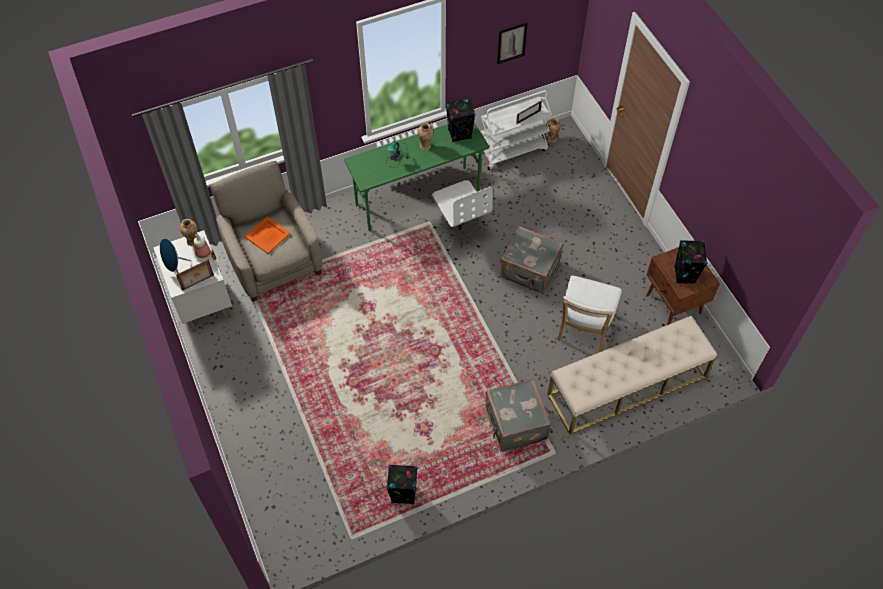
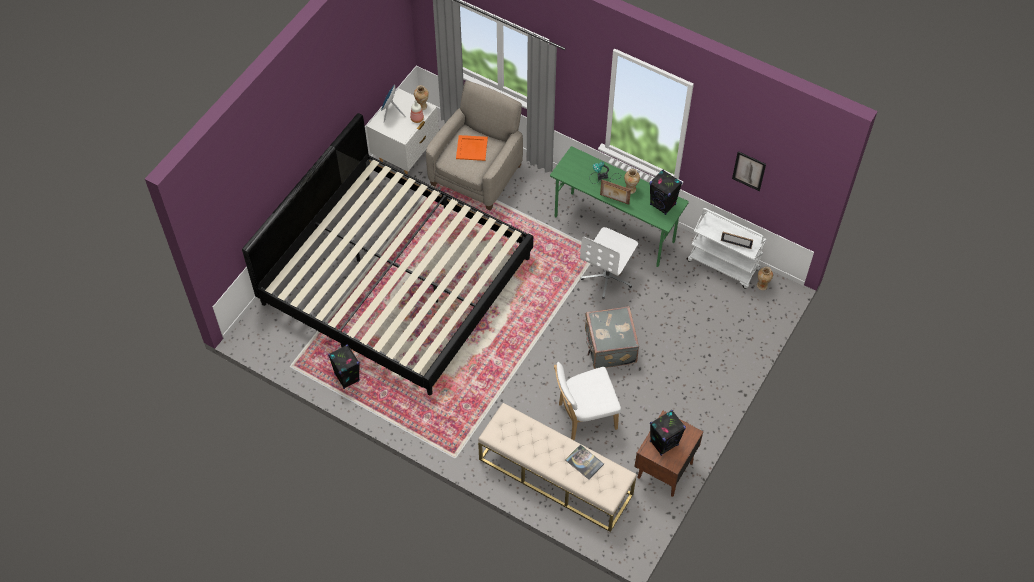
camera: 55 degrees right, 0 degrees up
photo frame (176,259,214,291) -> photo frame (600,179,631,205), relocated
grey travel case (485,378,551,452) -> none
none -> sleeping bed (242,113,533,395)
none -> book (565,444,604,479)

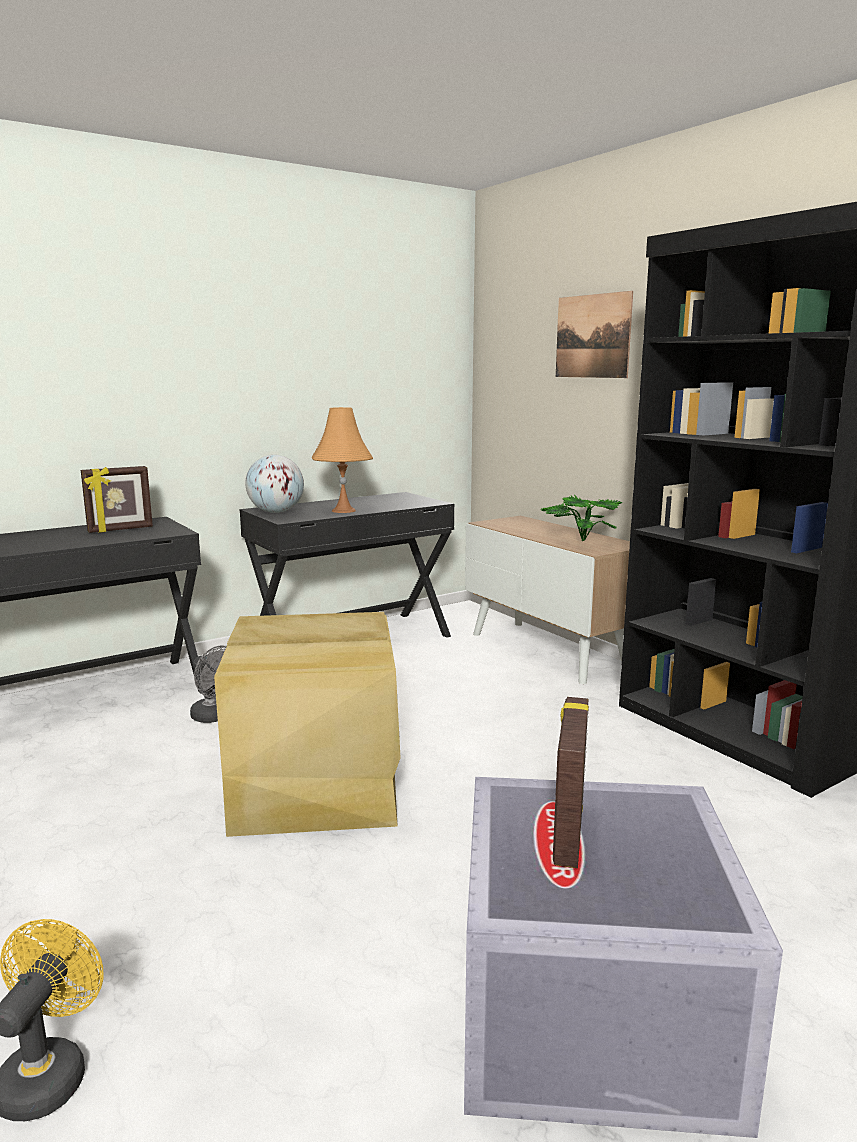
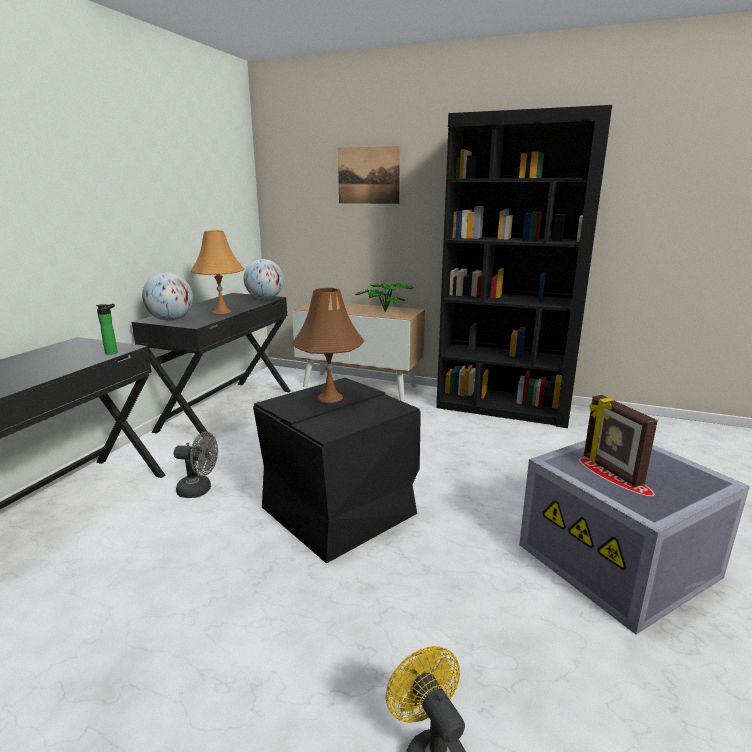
camera: 35 degrees left, 5 degrees up
photo frame (81,466,153,533) -> none
beige-coloured storage box (214,612,401,837) -> black storage box (253,378,421,564)
none -> globe (244,259,284,299)
none -> brown tabletop lamp (292,288,365,403)
none -> beverage bottle (96,304,118,355)

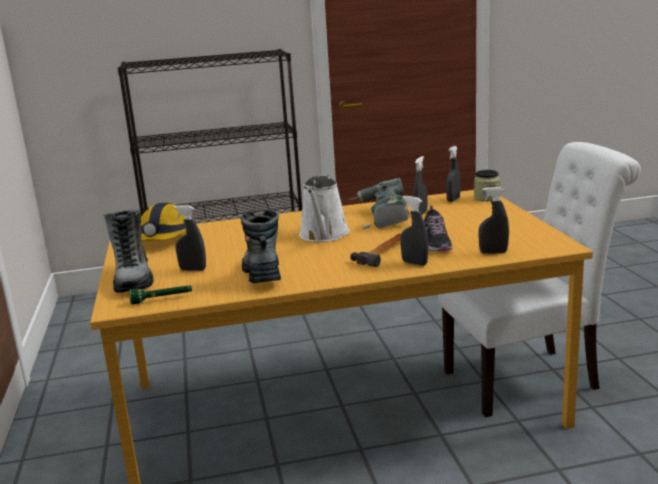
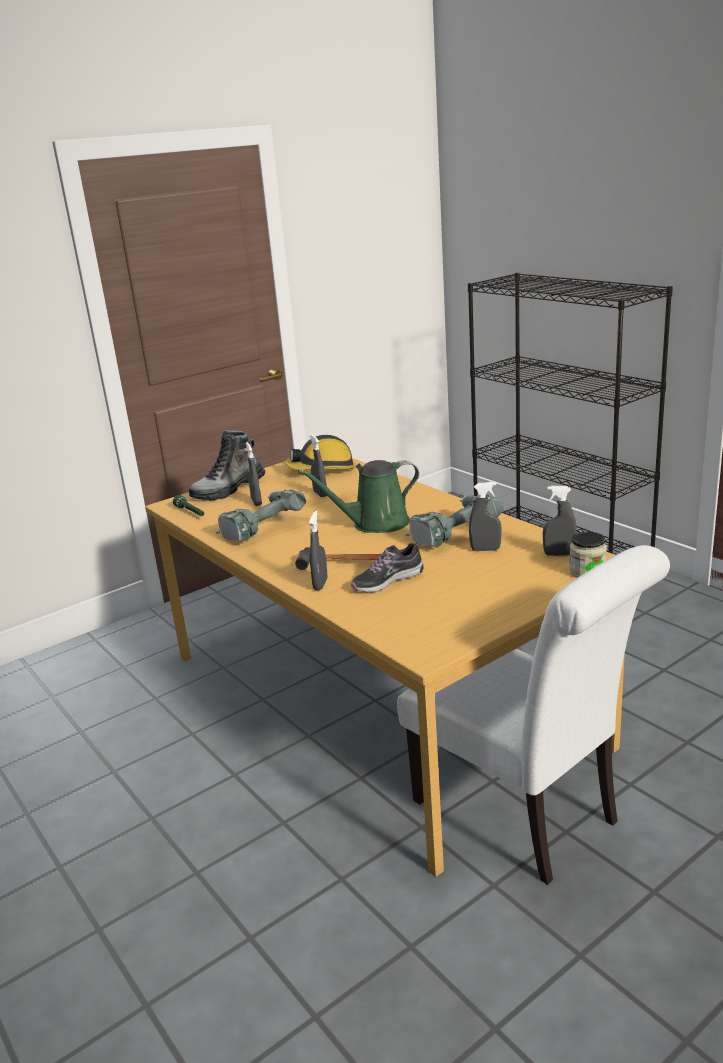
camera: 65 degrees right, 5 degrees up
white-coloured watering can (299,174,350,242) -> green-coloured watering can (298,460,419,533)
grey sprayer (478,187,509,254) -> grey sprayer (310,435,327,498), relocated
boot (241,210,281,283) -> drill (216,489,306,541)

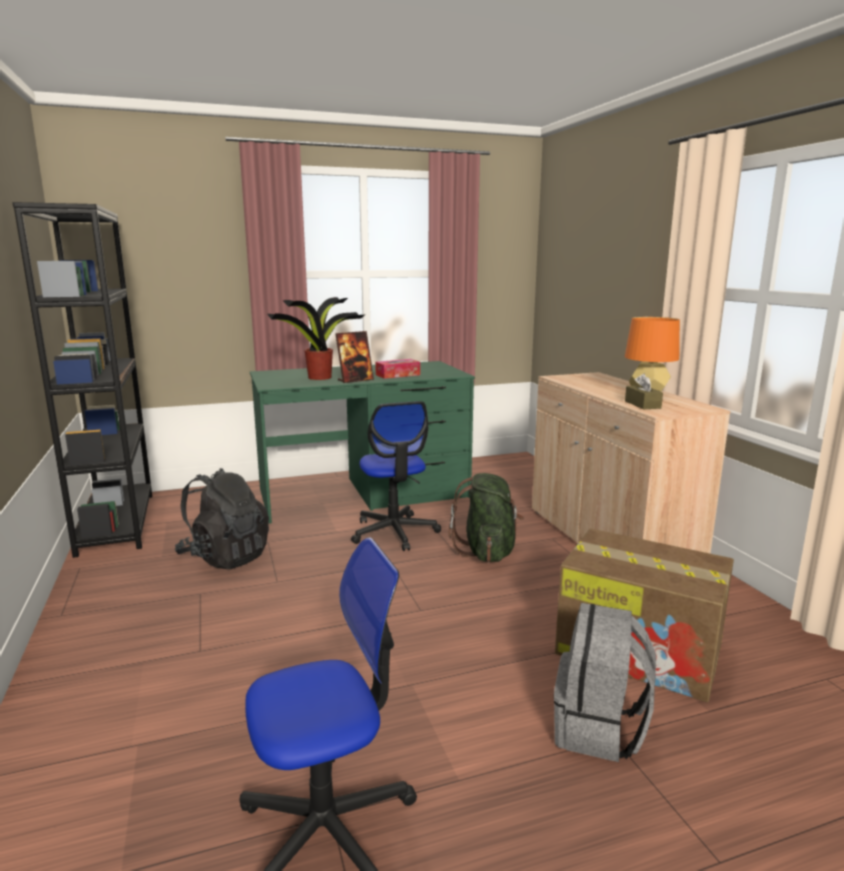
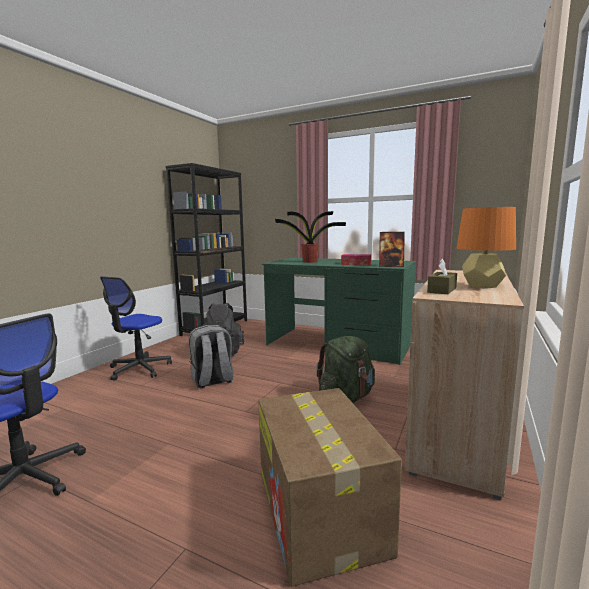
camera: 45 degrees right, 5 degrees down
photo frame (335,331,374,383) -> photo frame (379,232,405,267), relocated
office chair (351,401,441,551) -> office chair (100,276,172,381), relocated
grey knapsack (554,603,656,762) -> grey knapsack (189,325,234,388), relocated

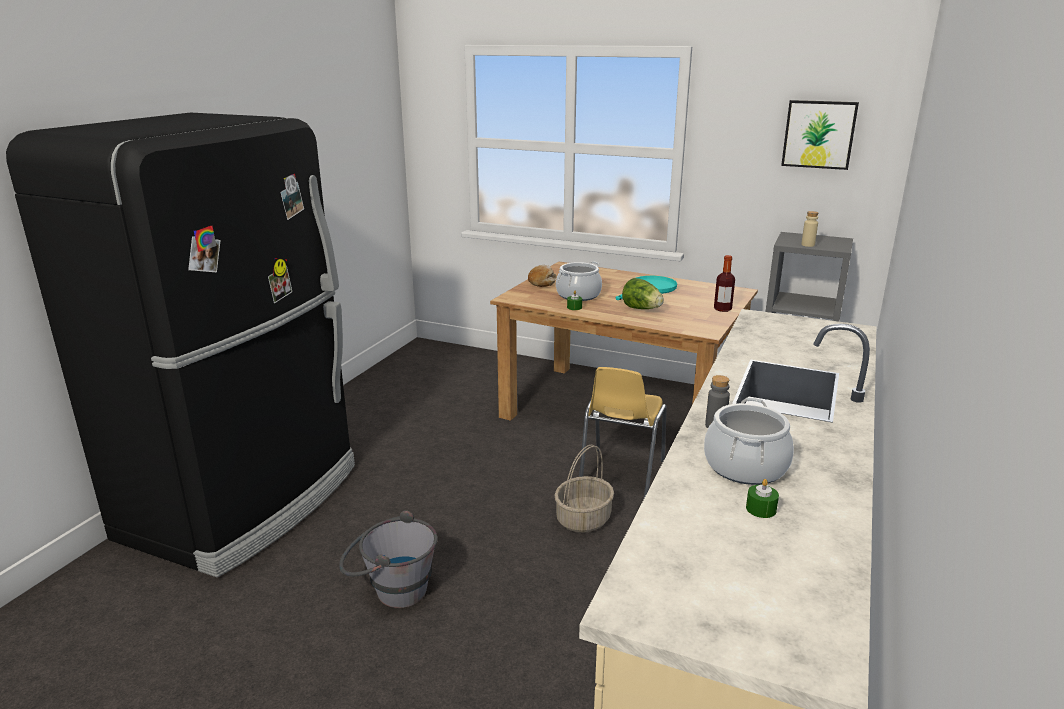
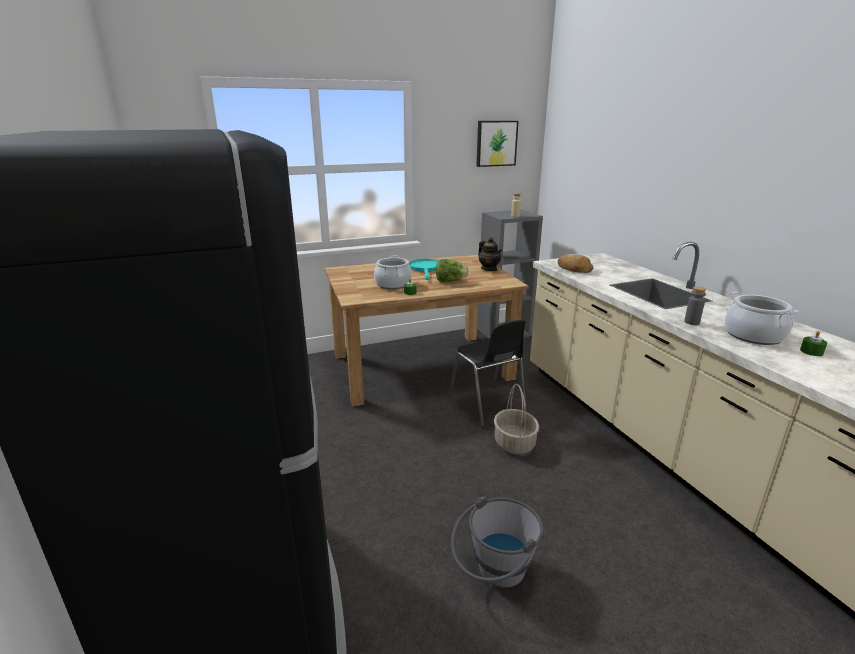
camera: 45 degrees left, 0 degrees up
beverage bottle (714,255,735,312) -> teapot (478,237,502,271)
baked bread (528,265,556,287) -> baked bread (558,254,593,273), relocated
yellow upright chair (579,367,667,498) -> black upright chair (449,320,527,427)

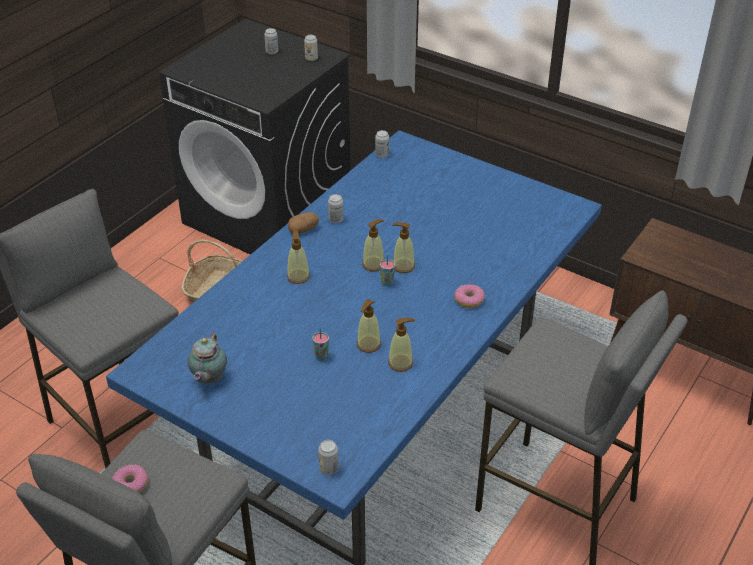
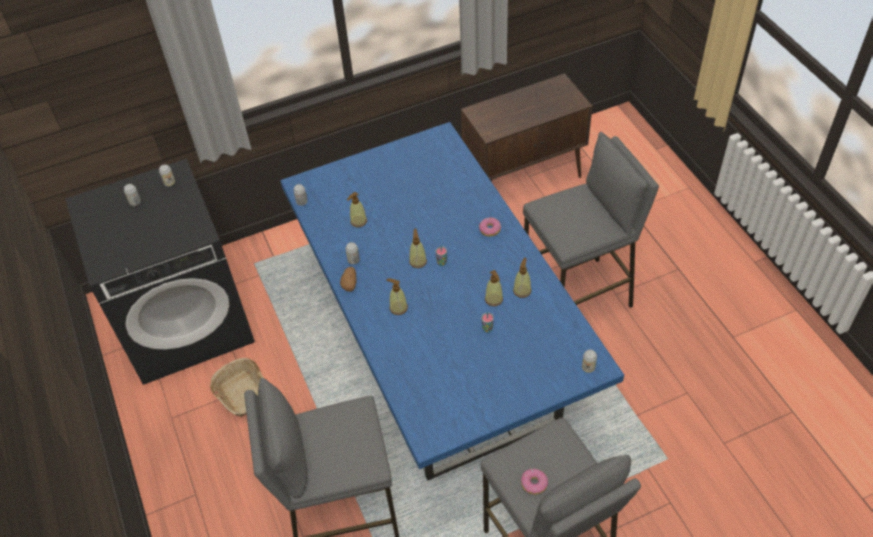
camera: 55 degrees left, 10 degrees up
liquid soap bottle (392,222,415,273) -> liquid soap bottle (347,192,367,227), relocated
teapot (188,331,227,383) -> none

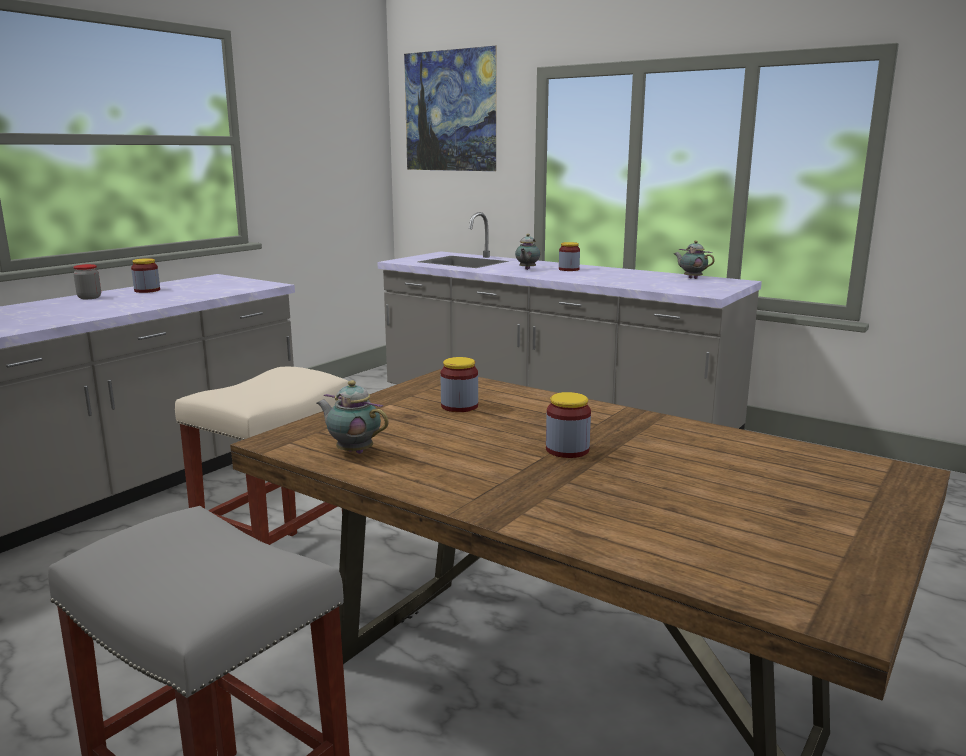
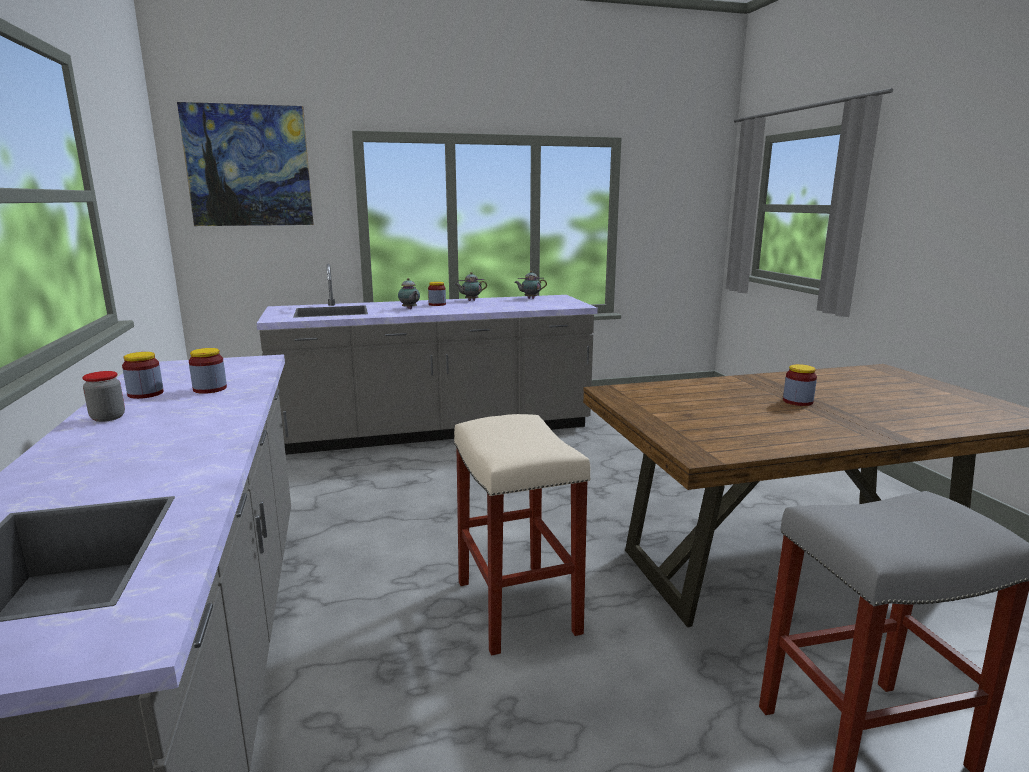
camera: 50 degrees left, 0 degrees up
jar (440,357,478,412) -> jar (189,348,227,394), relocated
teapot (317,380,389,454) -> teapot (454,272,487,301), relocated

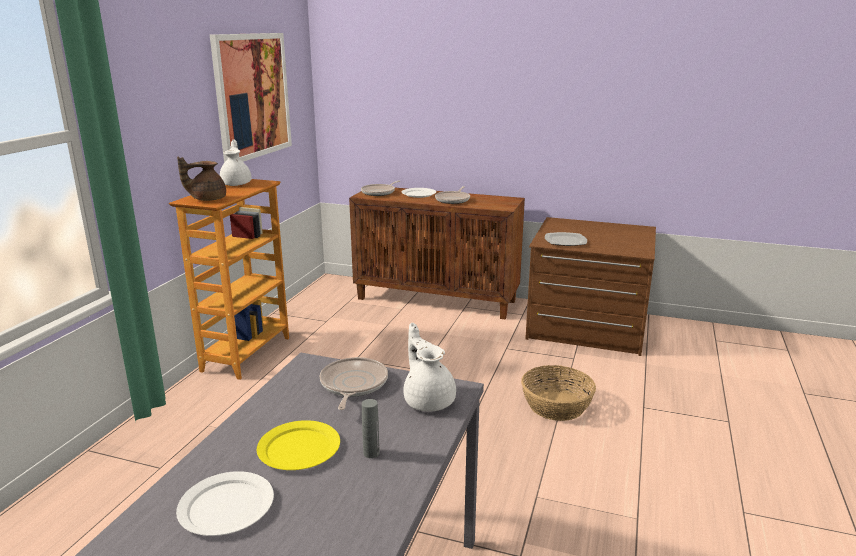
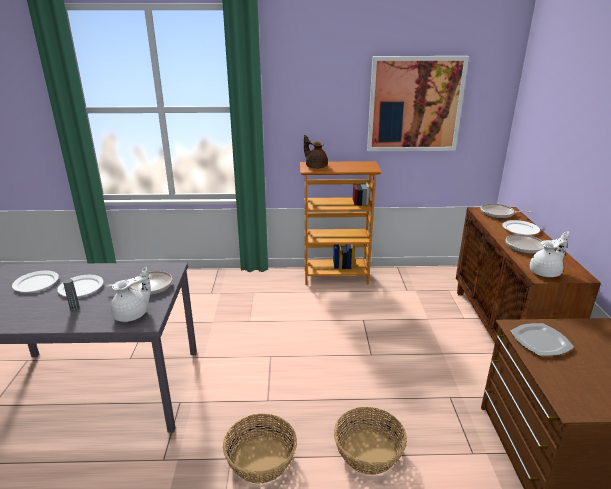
camera: 70 degrees right, 5 degrees up
white-coloured teapot (220,139,251,186) -> white-coloured teapot (530,231,569,277), relocated
yellow plate (257,420,340,470) -> white-coloured plate (57,275,103,297)
none -> household basket (223,414,297,484)

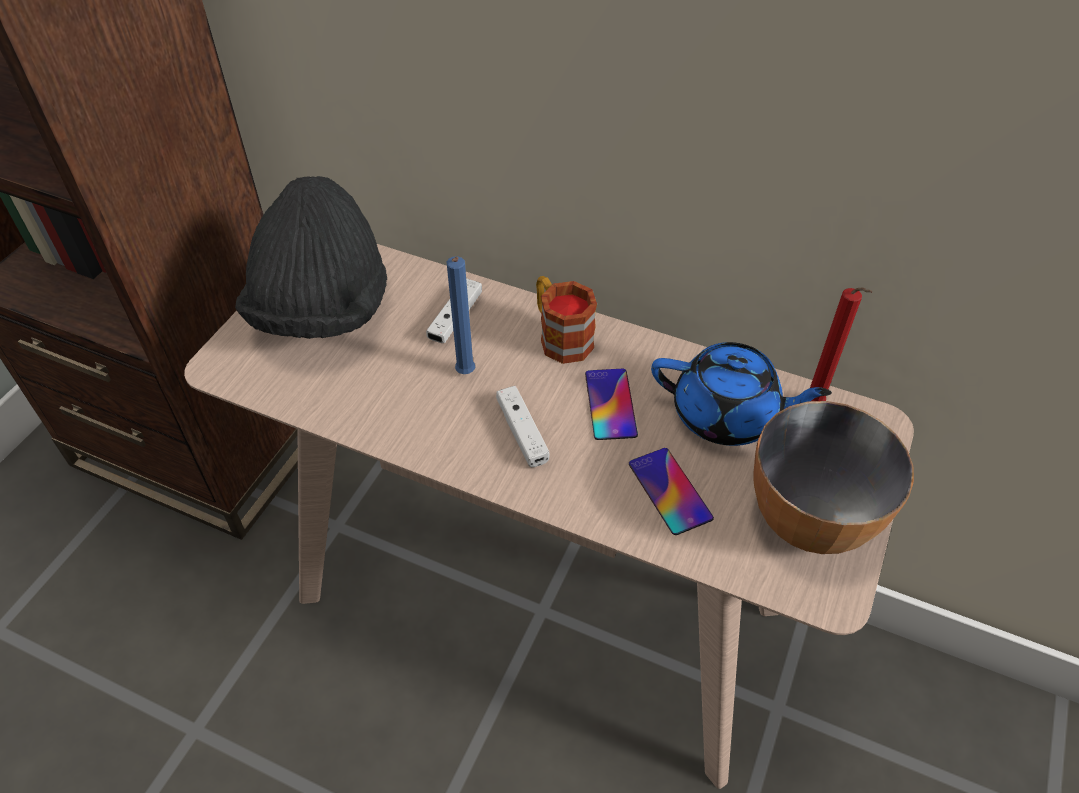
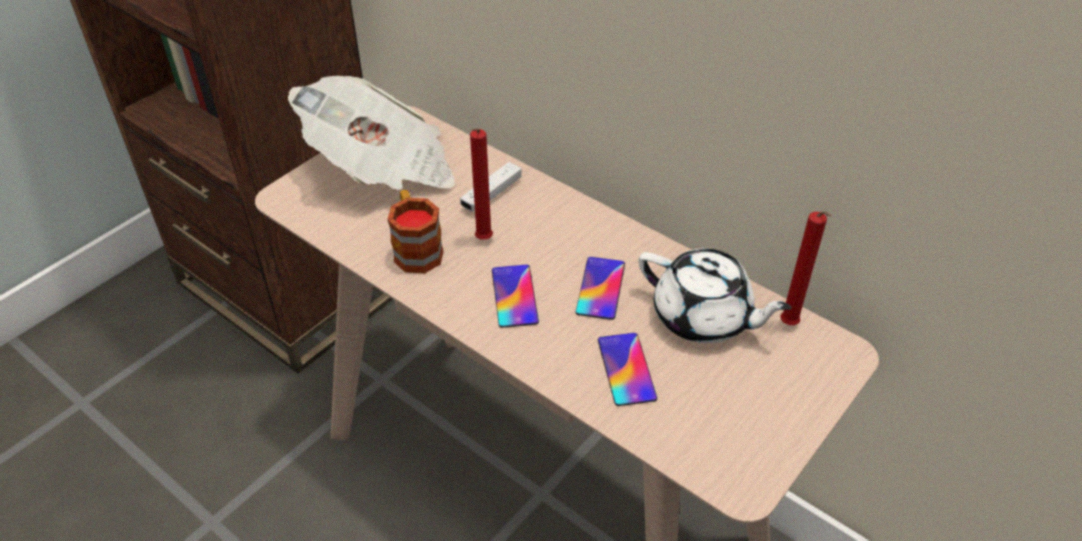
camera: 15 degrees right, 5 degrees down
black wearable hat (235,176,387,339) -> newspaper (288,76,455,190)
blue wax light (447,256,475,374) -> reddish wax light (470,128,493,240)
mug (536,276,597,364) -> mug (387,190,443,273), relocated
blue teapot (651,342,832,446) -> white-coloured teapot (638,248,792,343)
white-coloured gamepad (496,386,550,467) -> handset (492,265,539,328)
deep dish (753,401,914,554) -> none

